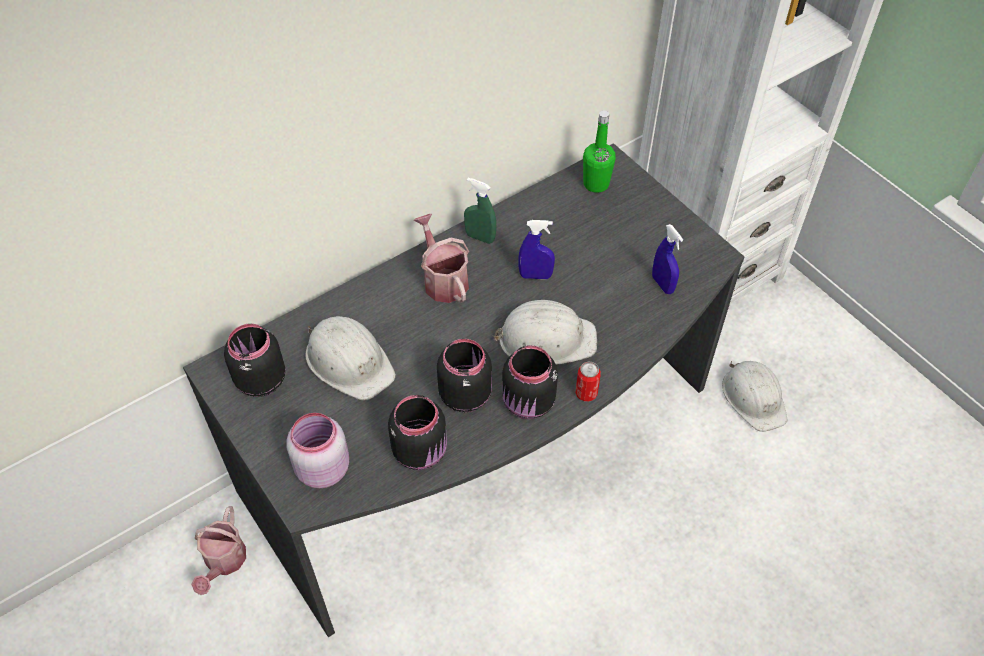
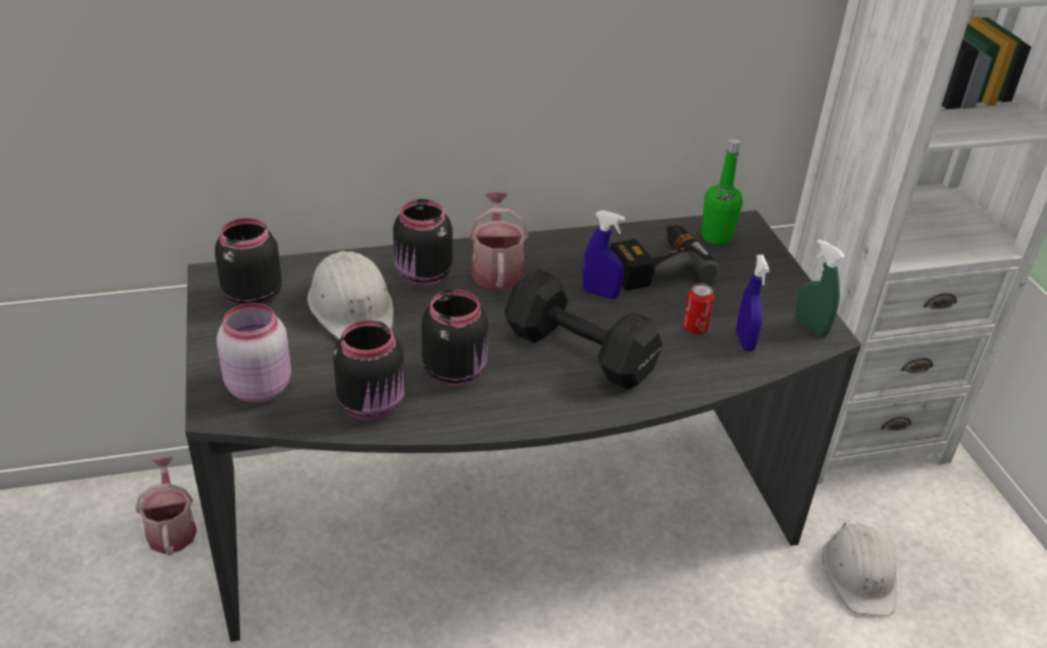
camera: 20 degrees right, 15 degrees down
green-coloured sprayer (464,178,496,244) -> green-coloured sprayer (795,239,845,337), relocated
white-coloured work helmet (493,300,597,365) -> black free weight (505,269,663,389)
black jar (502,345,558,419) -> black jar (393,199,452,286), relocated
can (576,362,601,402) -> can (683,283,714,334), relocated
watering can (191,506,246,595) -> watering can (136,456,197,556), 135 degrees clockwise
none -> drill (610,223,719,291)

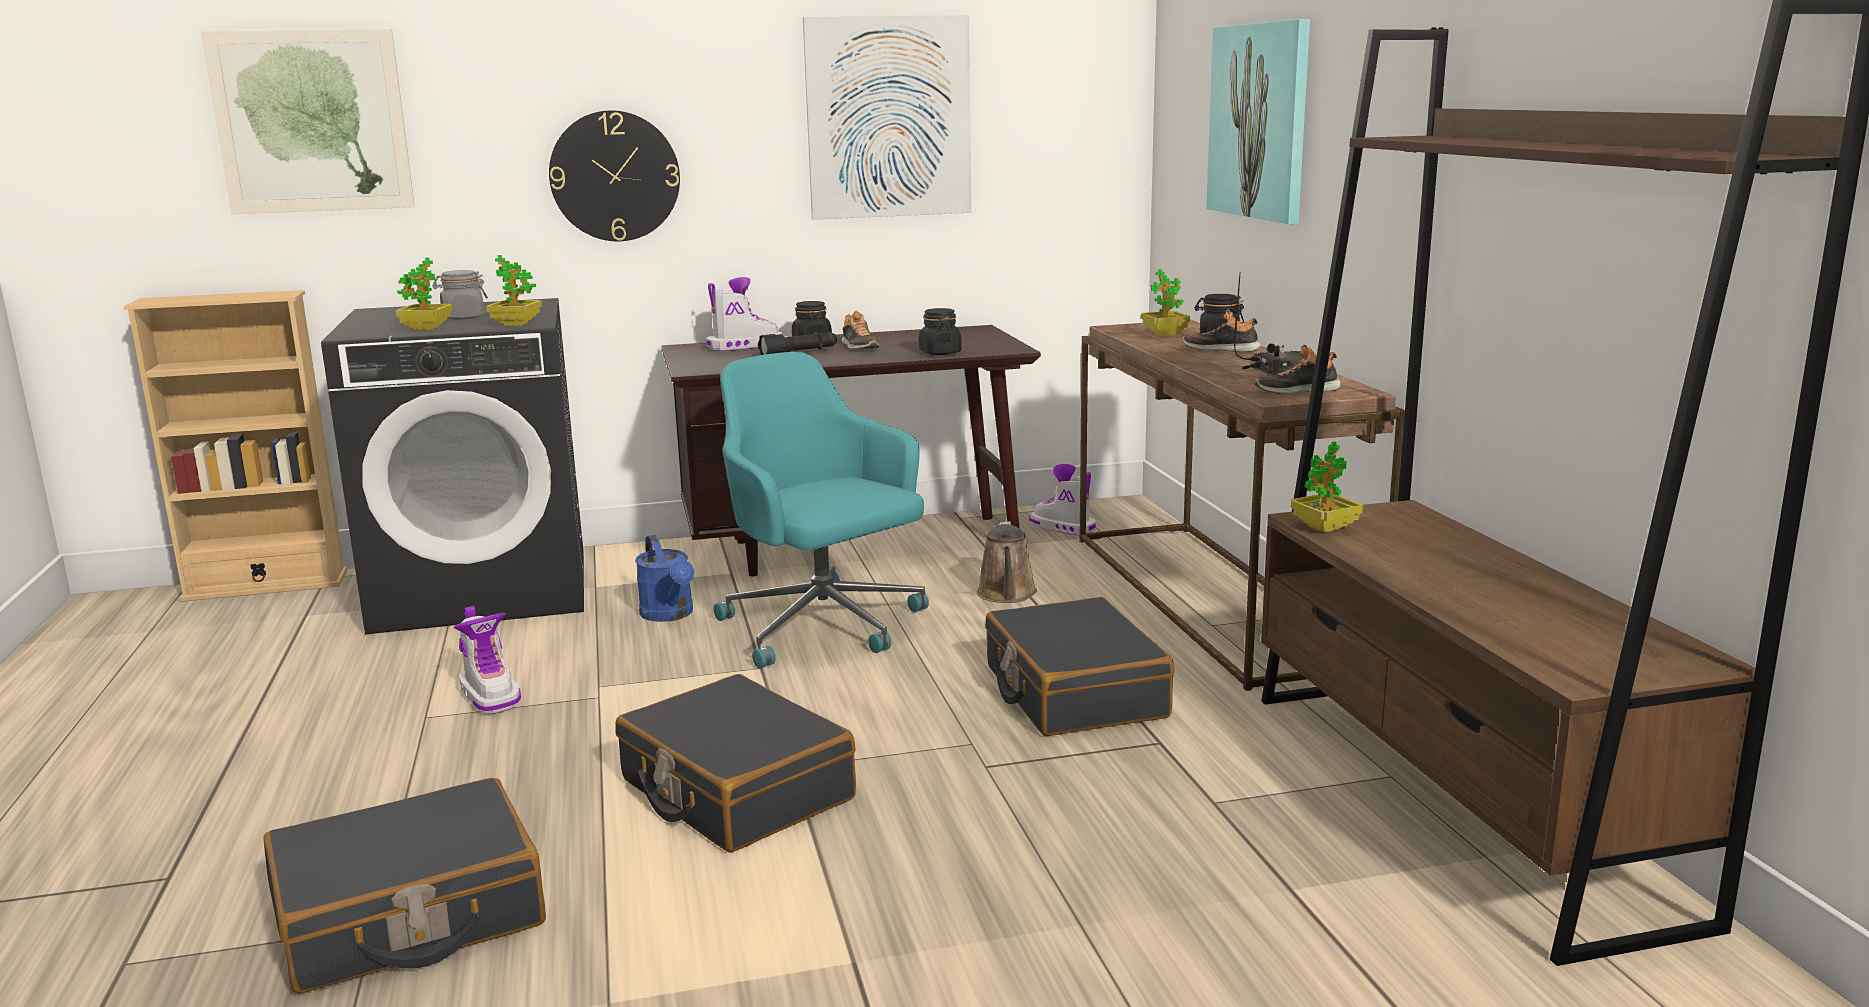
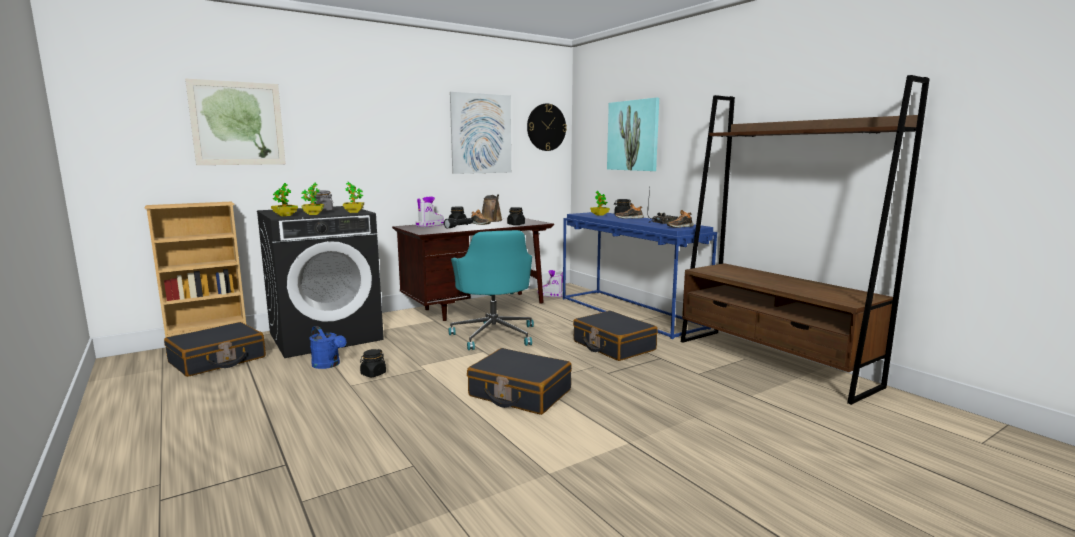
camera: 20 degrees left, 5 degrees down
hanging clock (549,110,680,241) -> hanging clock (527,104,567,151), relocated
brown hall table (1080,320,1405,691) -> blue hall table (563,212,717,339)
blue-green office chair (714,352,929,669) -> blue-green office chair (449,230,534,350), 135 degrees counterclockwise
plant in a pot (1291,441,1363,532) -> plant in a pot (271,183,298,216), relocated
brown watering can (977,521,1037,603) -> brown watering can (482,194,502,222), relocated
blue watering can (635,535,694,622) -> blue watering can (309,326,346,369), relocated
boot (454,606,521,714) -> black jar (360,349,386,377)
black travel case (264,778,546,994) -> black travel case (164,322,266,377), relocated

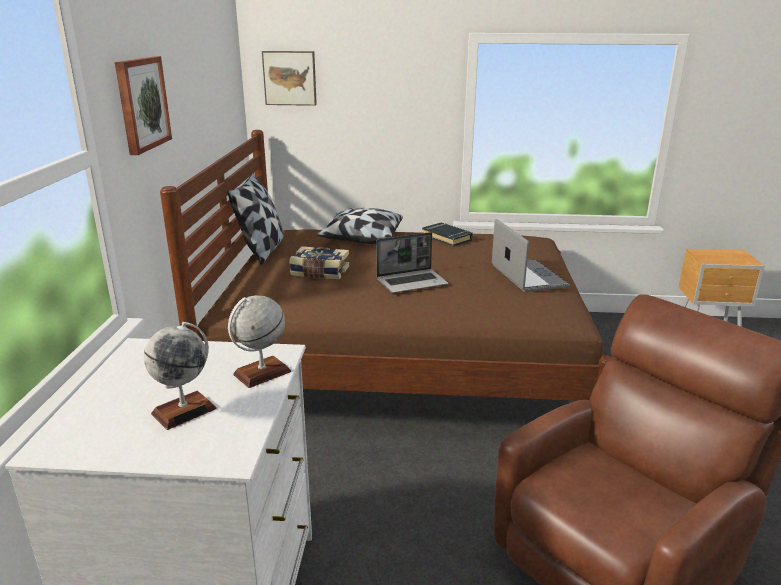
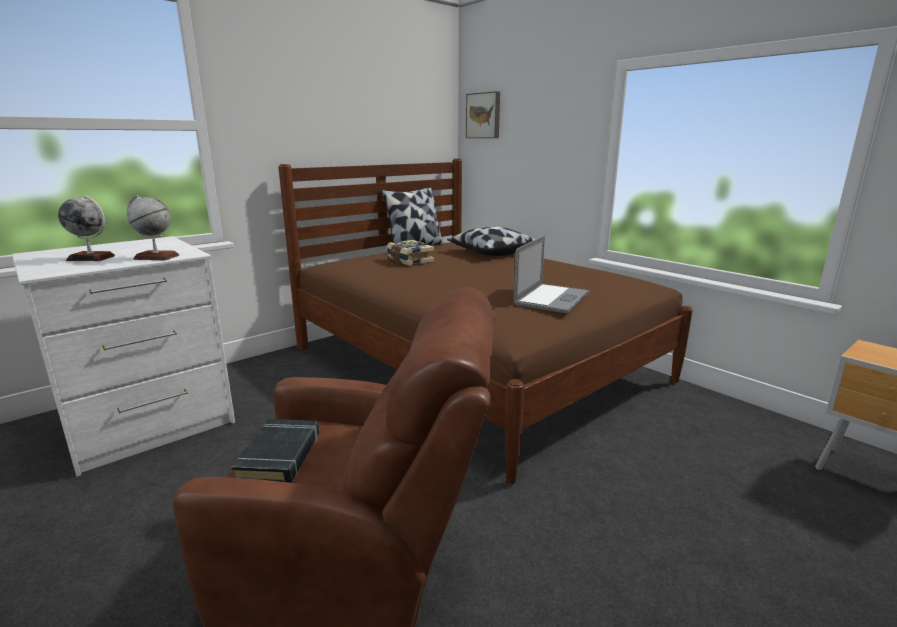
camera: 45 degrees right, 5 degrees down
wall art (115,56,172,155) -> none
black book (422,222,473,246) -> black book (231,419,319,483), relocated
portable computer (376,232,448,293) -> none

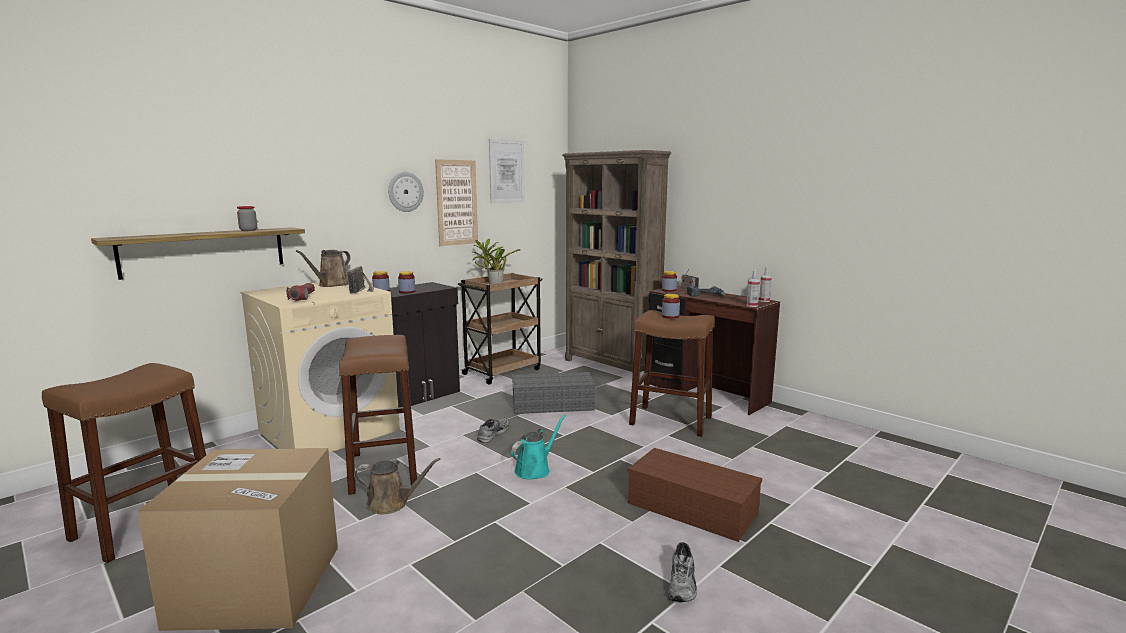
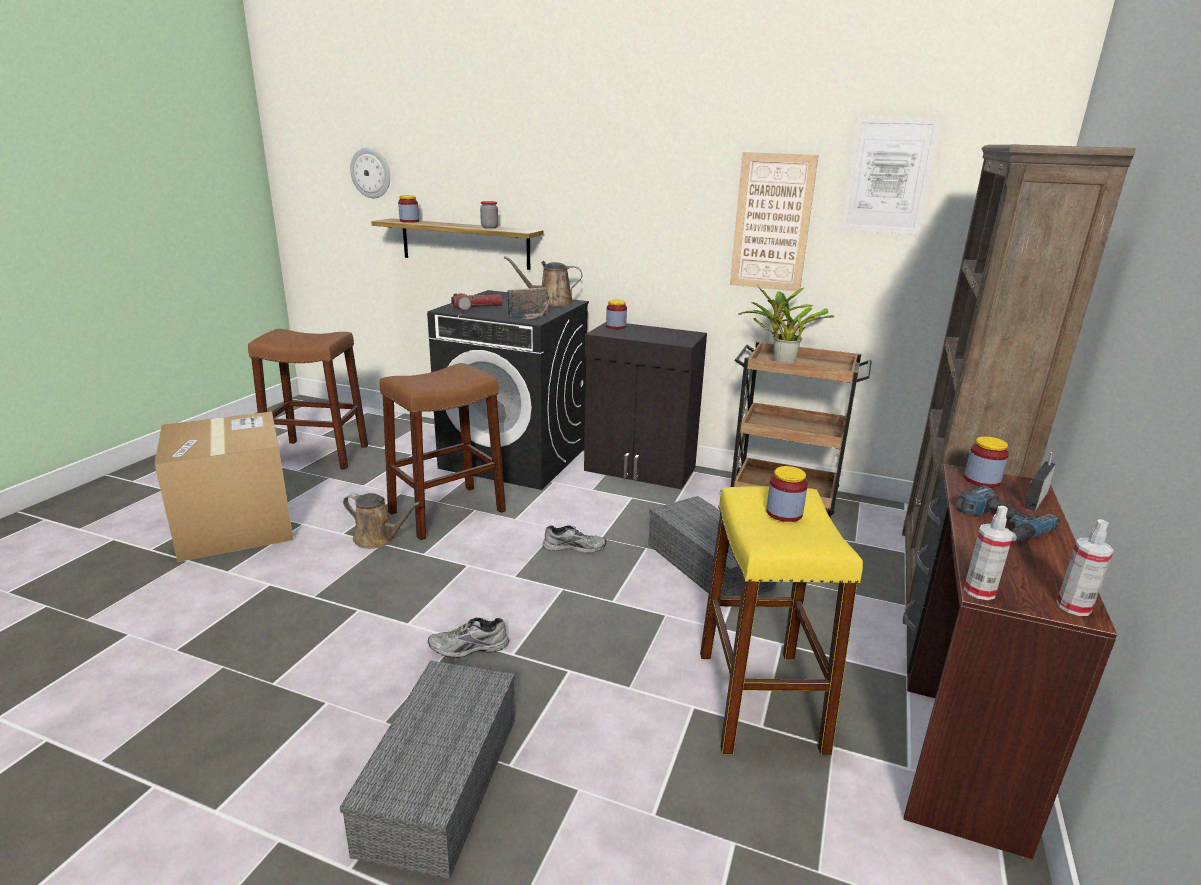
camera: 65 degrees right, 10 degrees up
hanging clock (388,172,424,212) -> hanging clock (350,148,390,198), relocated
jar (398,271,415,294) -> jar (398,196,419,223), relocated
beige-coloured laundry machine (240,282,400,453) -> black laundry machine (427,290,589,490)
brown stool seat (629,310,715,437) -> yellow stool seat (700,486,863,755)
blue-green watering can (511,414,566,480) -> none
brown storage box (628,448,762,542) -> grey storage box (340,661,515,879)
brown watering can (354,458,441,514) -> brown watering can (343,493,421,549), 45 degrees counterclockwise
grey item of footwear (668,542,697,602) -> grey item of footwear (428,618,509,658), relocated

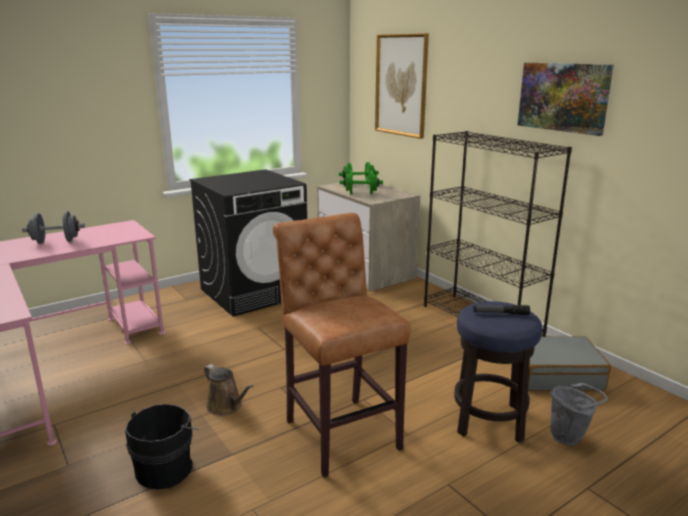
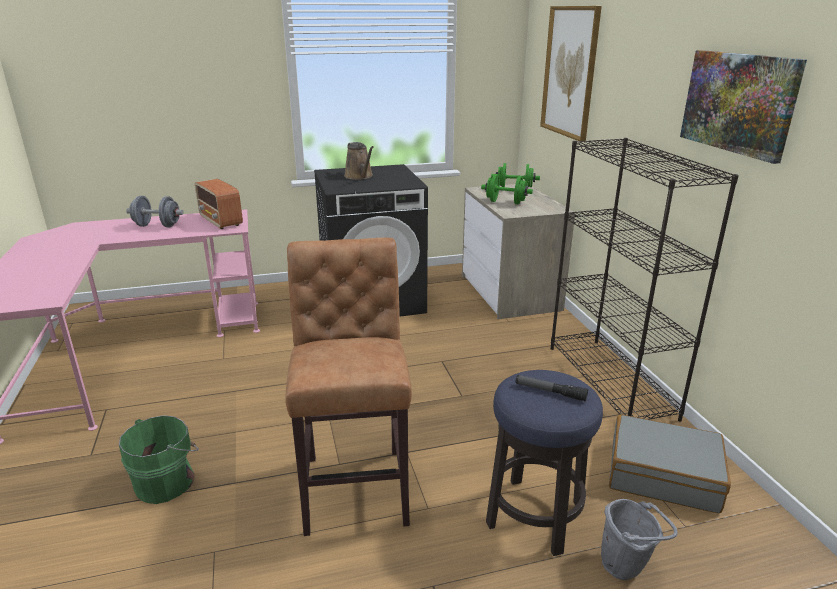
camera: 20 degrees right, 5 degrees up
brown watering can (204,364,253,416) -> brown watering can (344,142,373,180), relocated
black water bucket (125,404,198,489) -> green-coloured water bucket (119,415,199,504)
none -> radio receiver (195,179,243,229)

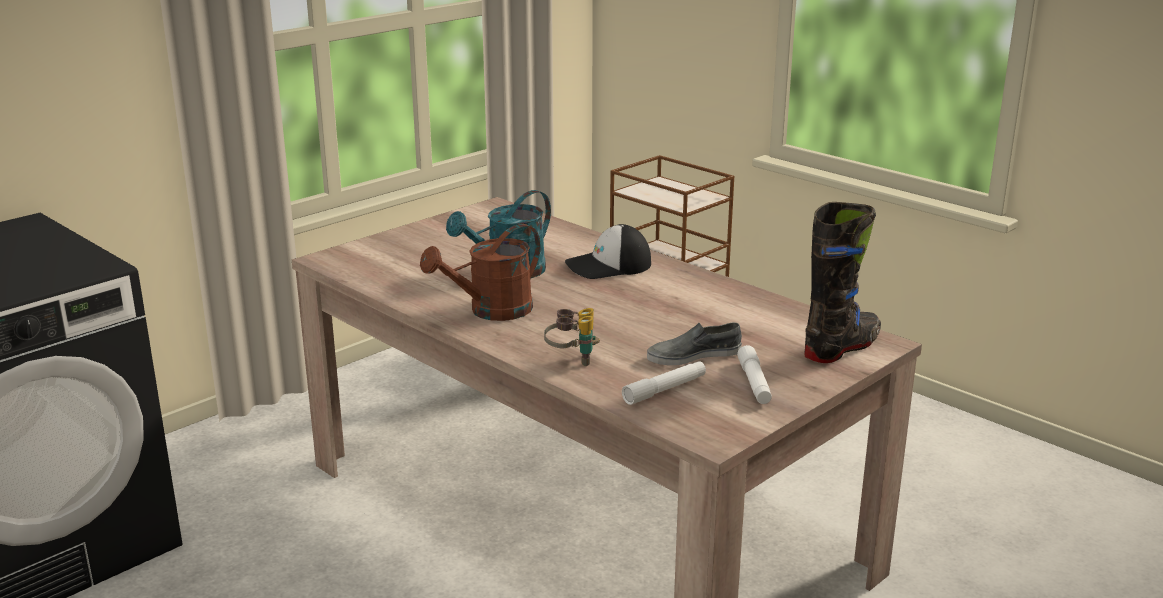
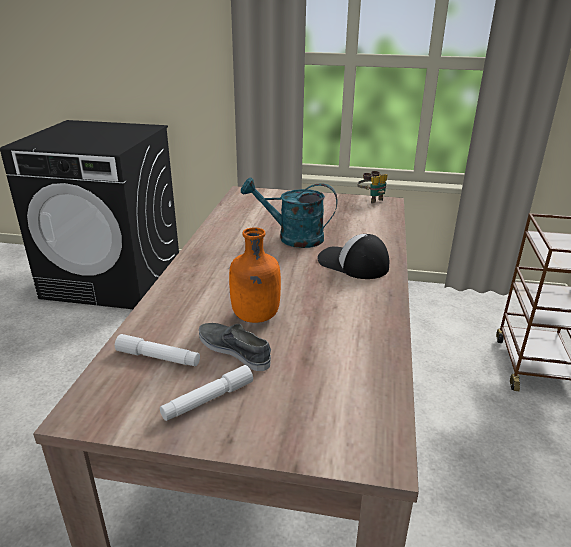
camera: 55 degrees right, 5 degrees up
black boot (804,202,881,363) -> none
brown watering can (420,224,541,321) -> none
pair of binoculars (544,308,600,366) -> pair of binoculars (358,171,388,203), relocated
none -> orange beverage bottle (229,227,281,323)

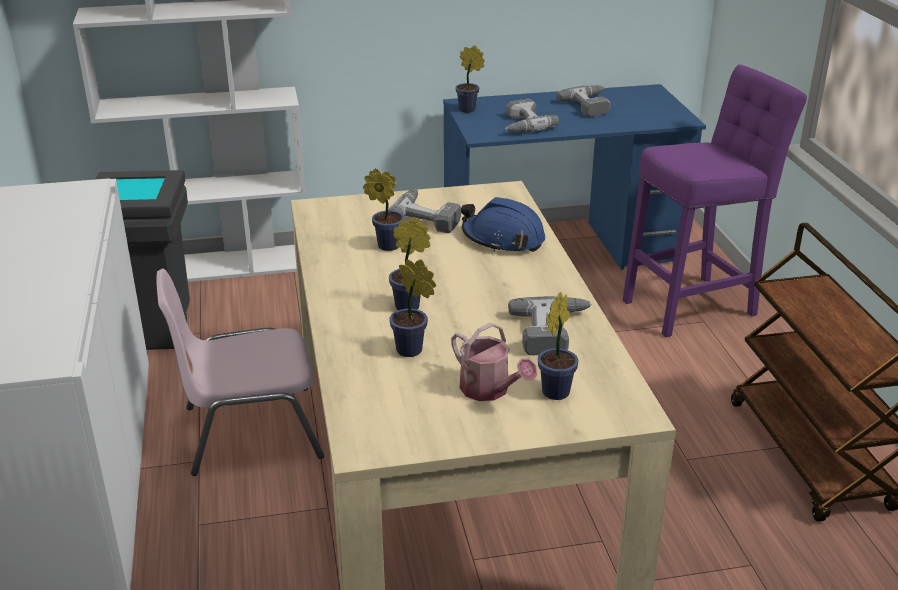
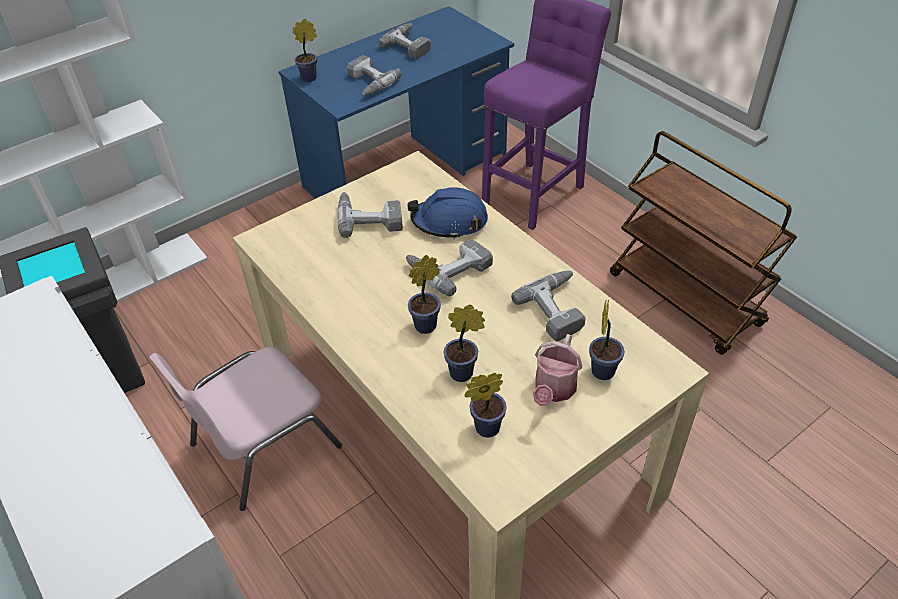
camera: 25 degrees left, 15 degrees up
plant in a pot (363,169,404,251) -> plant in a pot (465,373,507,438), relocated
watering can (451,323,537,401) -> watering can (533,334,582,406), 90 degrees clockwise
none -> drill (406,239,493,296)

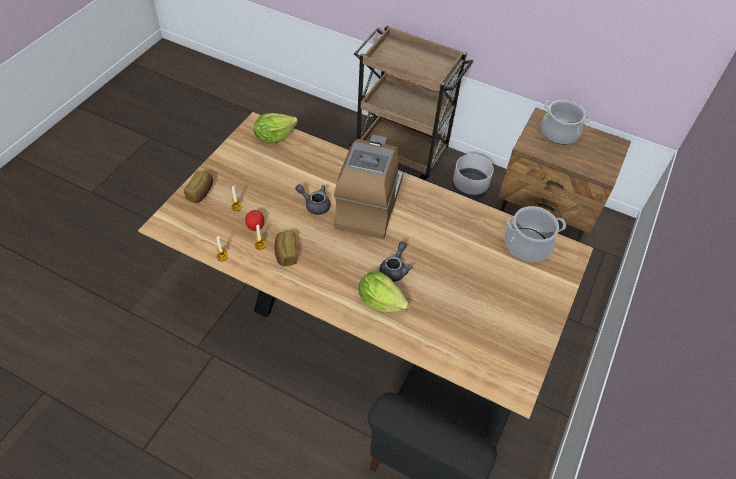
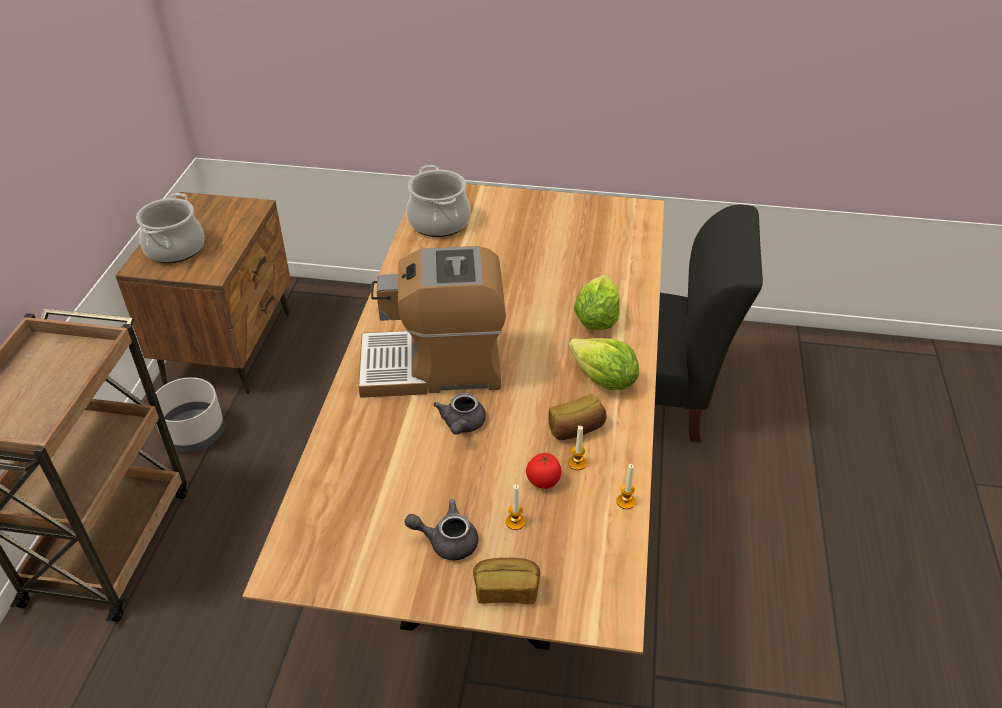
camera: 105 degrees left, 10 degrees down
lettuce (254,113,298,144) -> lettuce (569,338,639,390), relocated
grey teapot (379,242,413,282) -> grey teapot (405,499,478,561), relocated

